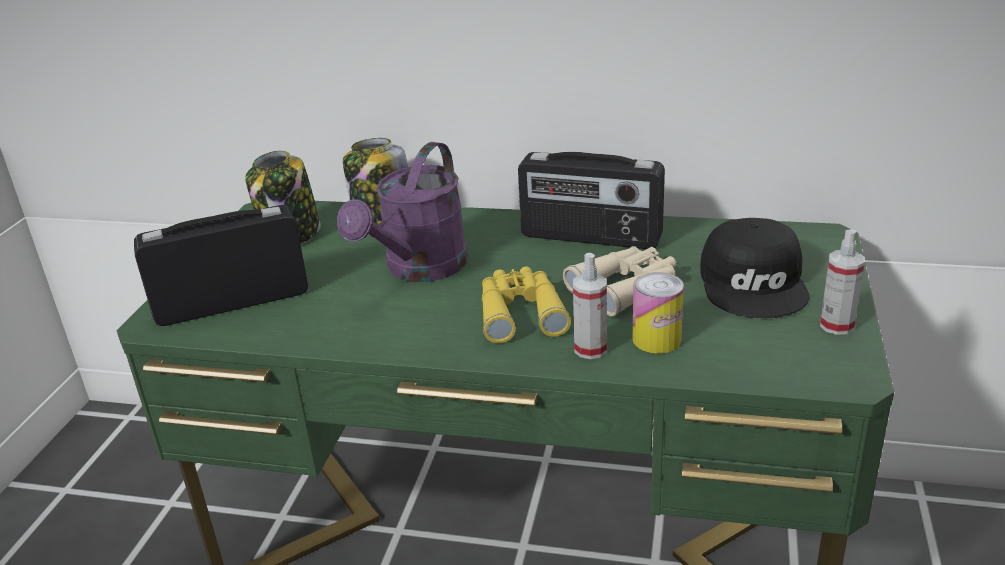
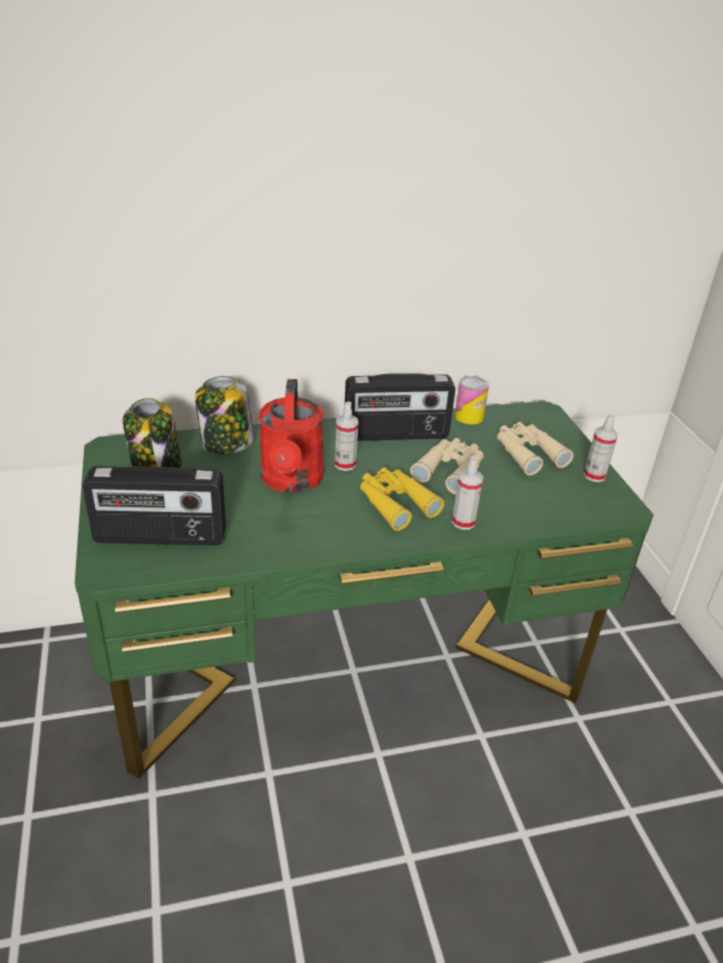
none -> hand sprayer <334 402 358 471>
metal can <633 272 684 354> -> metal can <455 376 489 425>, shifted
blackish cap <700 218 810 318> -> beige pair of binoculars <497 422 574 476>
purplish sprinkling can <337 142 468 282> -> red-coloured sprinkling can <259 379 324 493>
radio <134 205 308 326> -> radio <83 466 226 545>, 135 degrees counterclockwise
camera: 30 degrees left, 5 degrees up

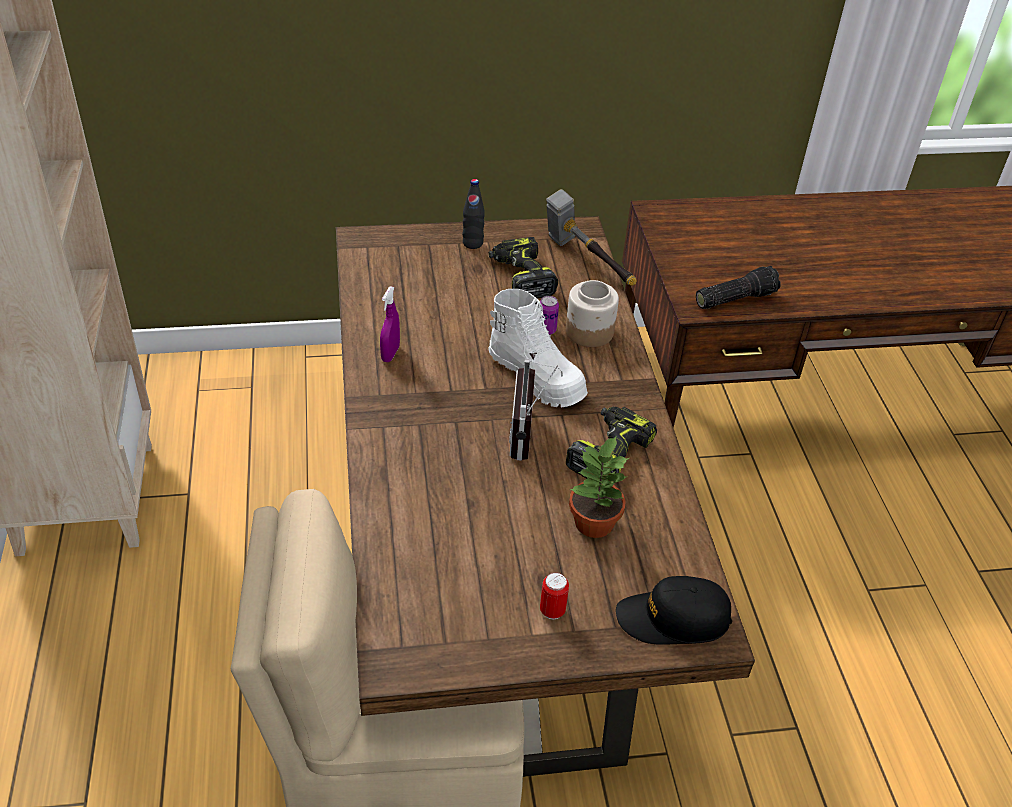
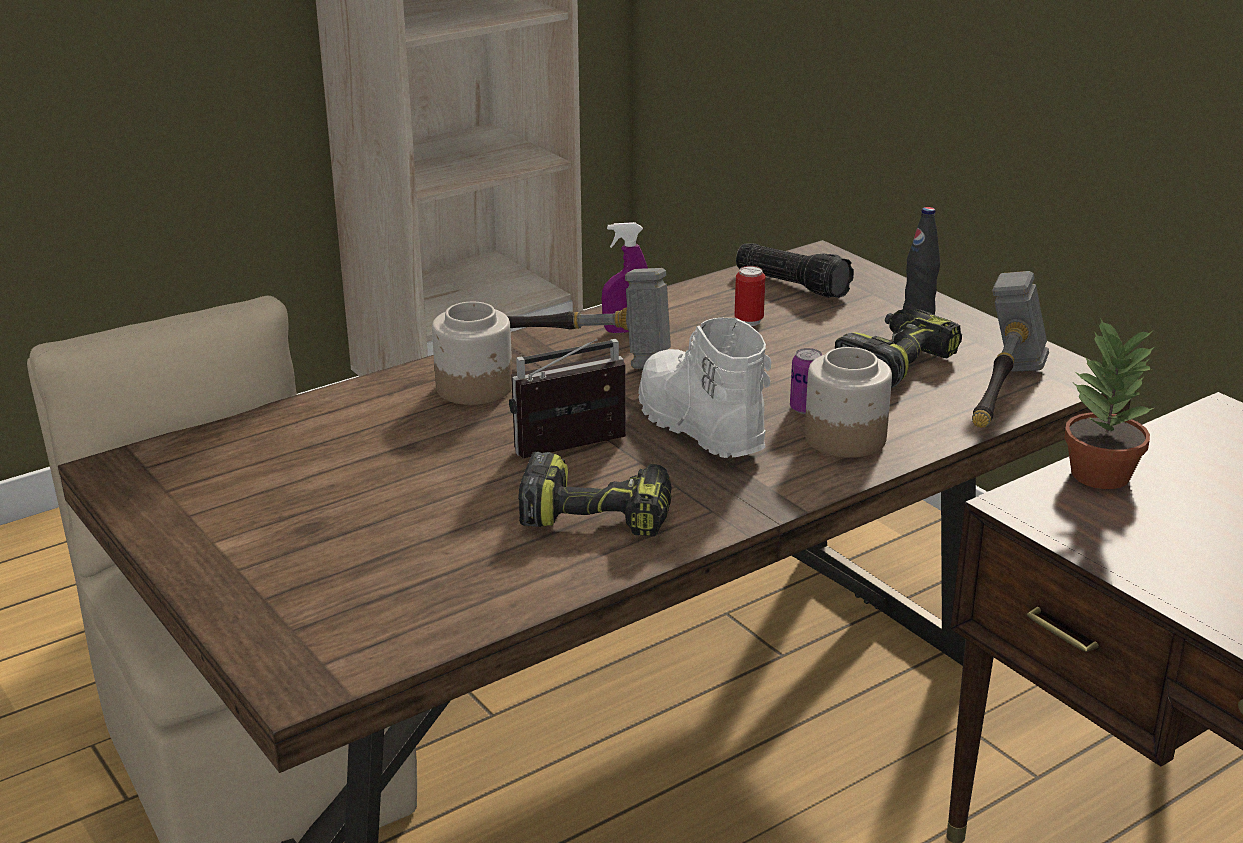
blackish cap <616 576 732 644> -> none
none -> storage jar <432 302 512 405>
none -> tool hammer <507 268 671 369>
metal can <540 572 569 619> -> metal can <735 266 766 326>, shifted
plant in a pot <569 436 629 538> -> plant in a pot <1064 318 1154 489>, shifted
flashlight <696 266 781 309> -> flashlight <736 243 854 298>, shifted
white-coloured boot <488 289 588 407> -> white-coloured boot <638 318 771 458>, 135 degrees clockwise
camera: 65 degrees right, 15 degrees down

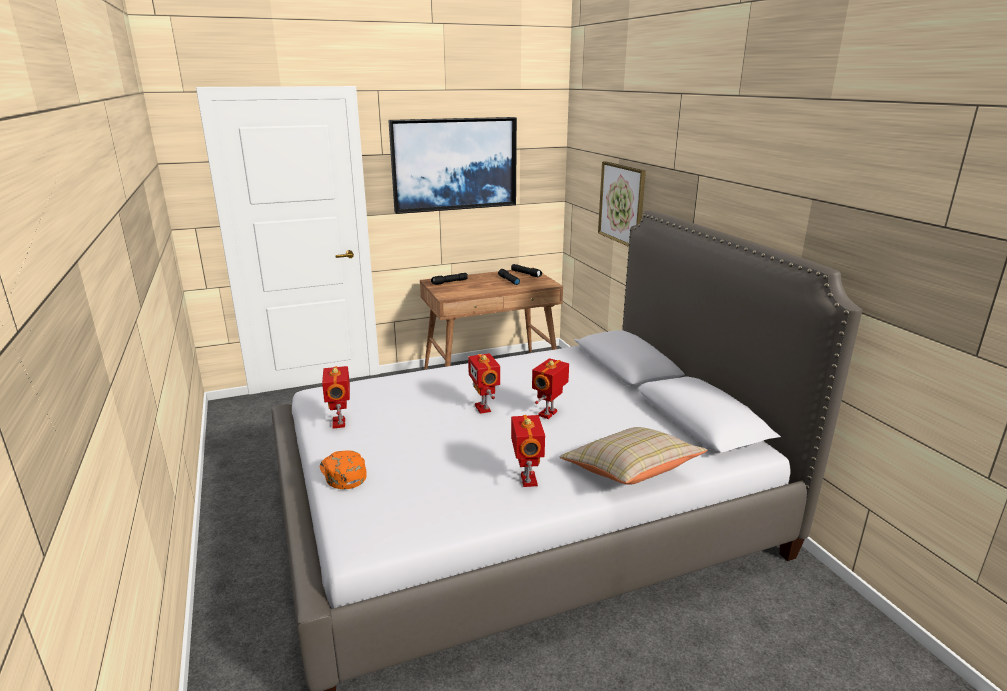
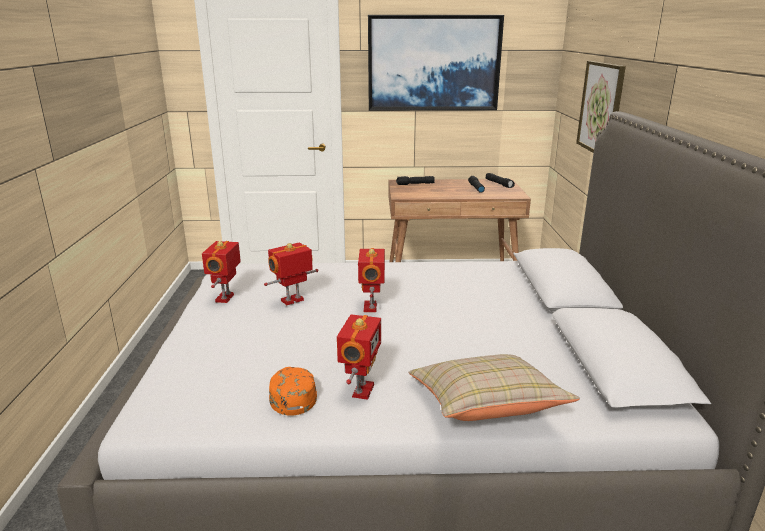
orangey cap <320 450 367 489> -> orangey cap <269 367 317 416>, shifted
model robot <532 358 569 419> -> model robot <264 242 318 305>, shifted
camera: 20 degrees right, 0 degrees up

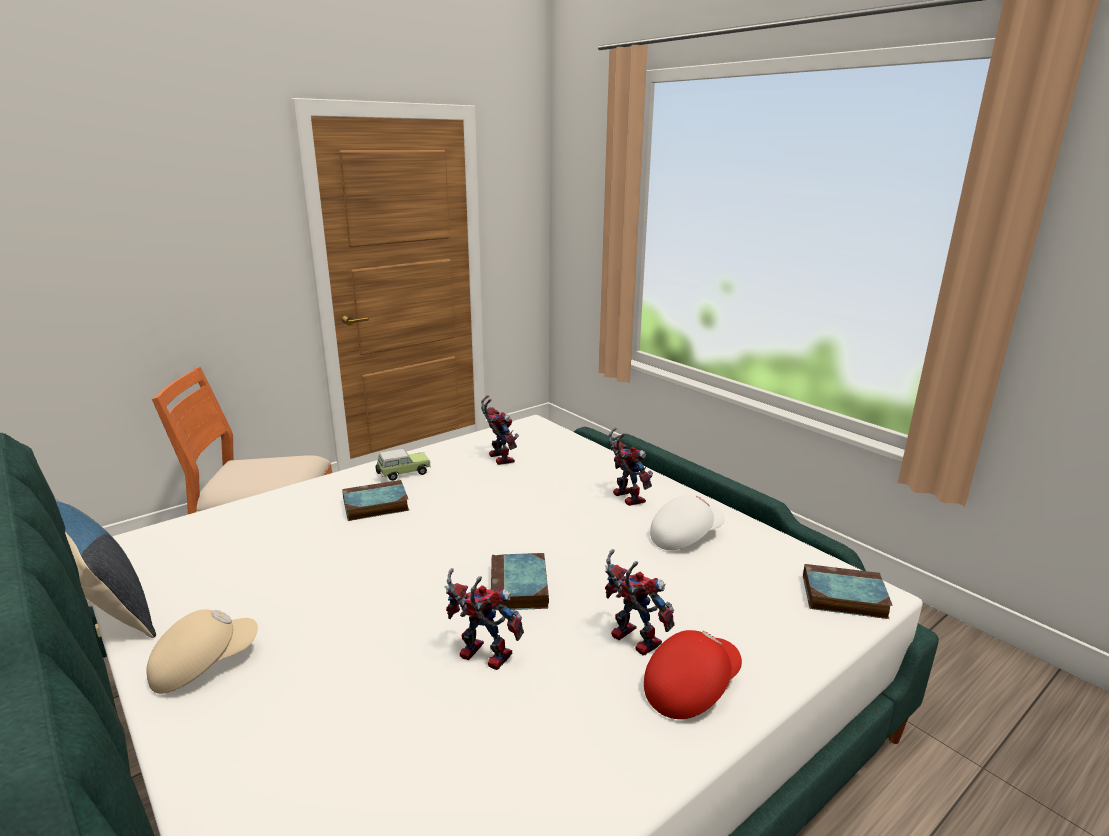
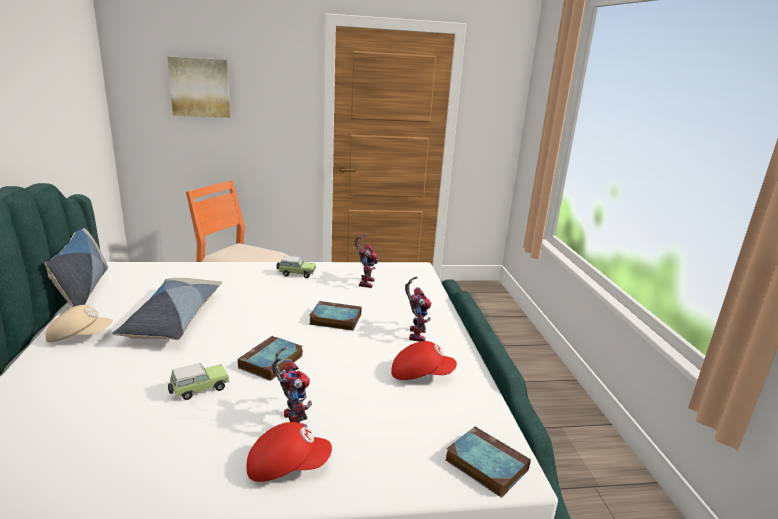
none -> cushion <112 278 222 340>
none -> wall picture <168 56 230 118>
book <342 480 409 521> -> book <309 301 362 331>, shifted
model robot <445 568 524 670> -> model car <168 363 229 400>
white-coloured cap <650 495 724 550> -> red-coloured cap <391 341 457 380>
camera: 30 degrees right, 0 degrees up

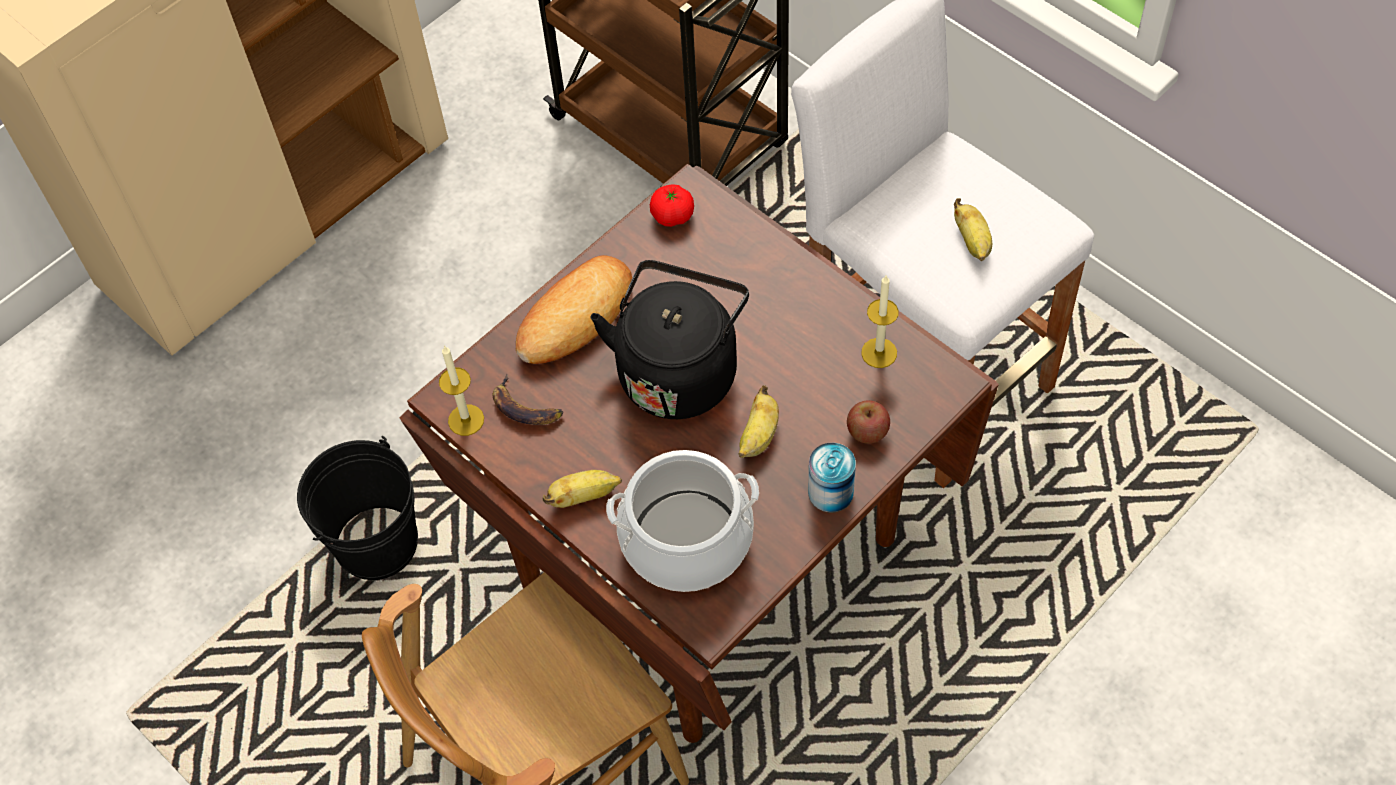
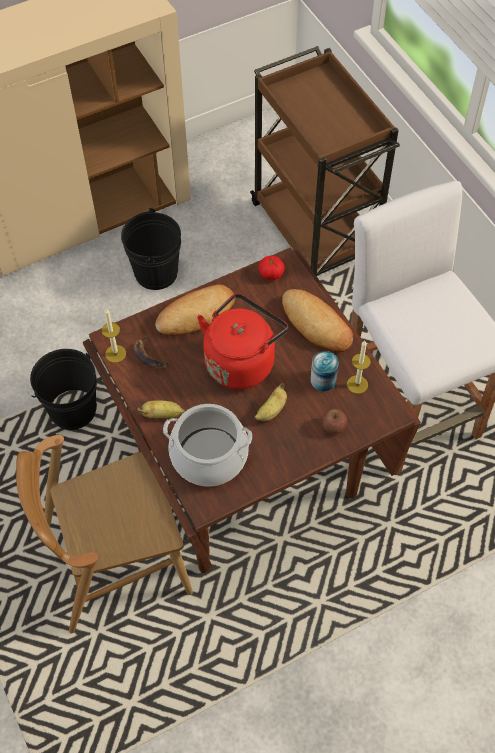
whole banana <954 198 992 261> -> none
none -> blackish water bucket <121 208 181 290>
none -> bakery bread <282 289 353 352>
metal can <808 443 856 513> -> metal can <310 351 338 391>, shifted
blackish tea kettle <591 260 749 419> -> red-coloured tea kettle <197 294 288 389>
camera: 15 degrees right, 0 degrees up

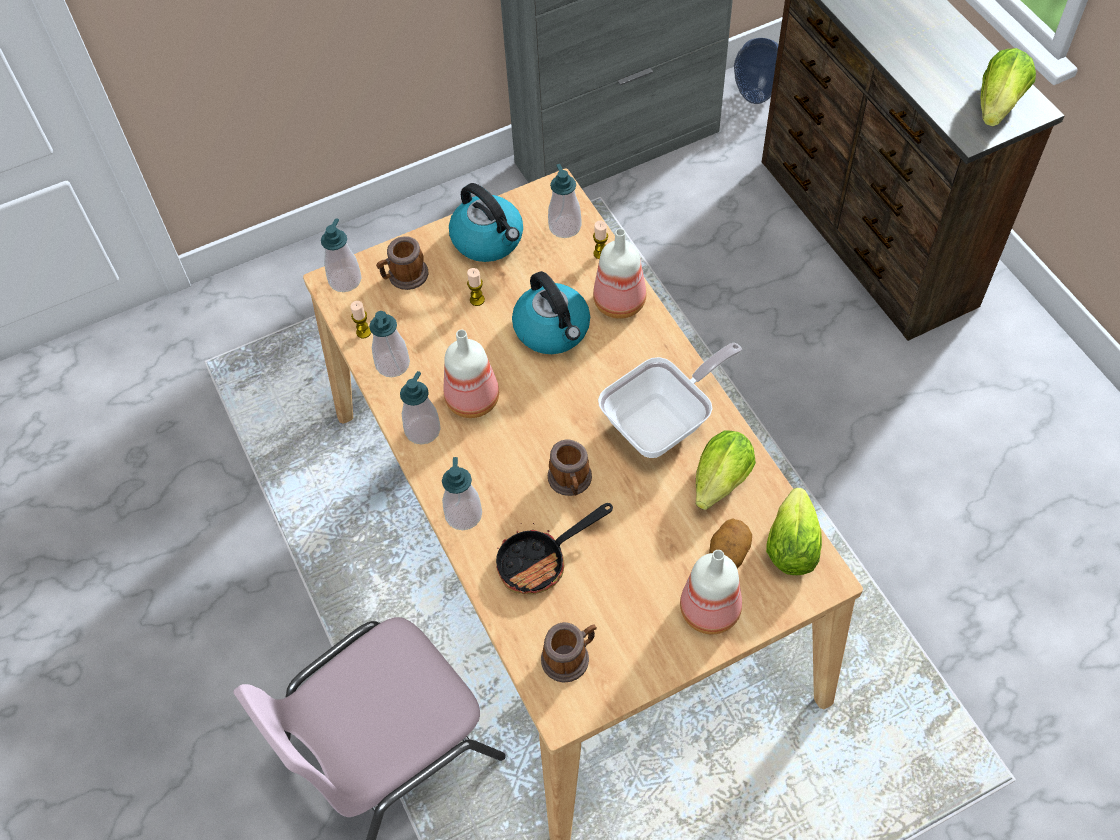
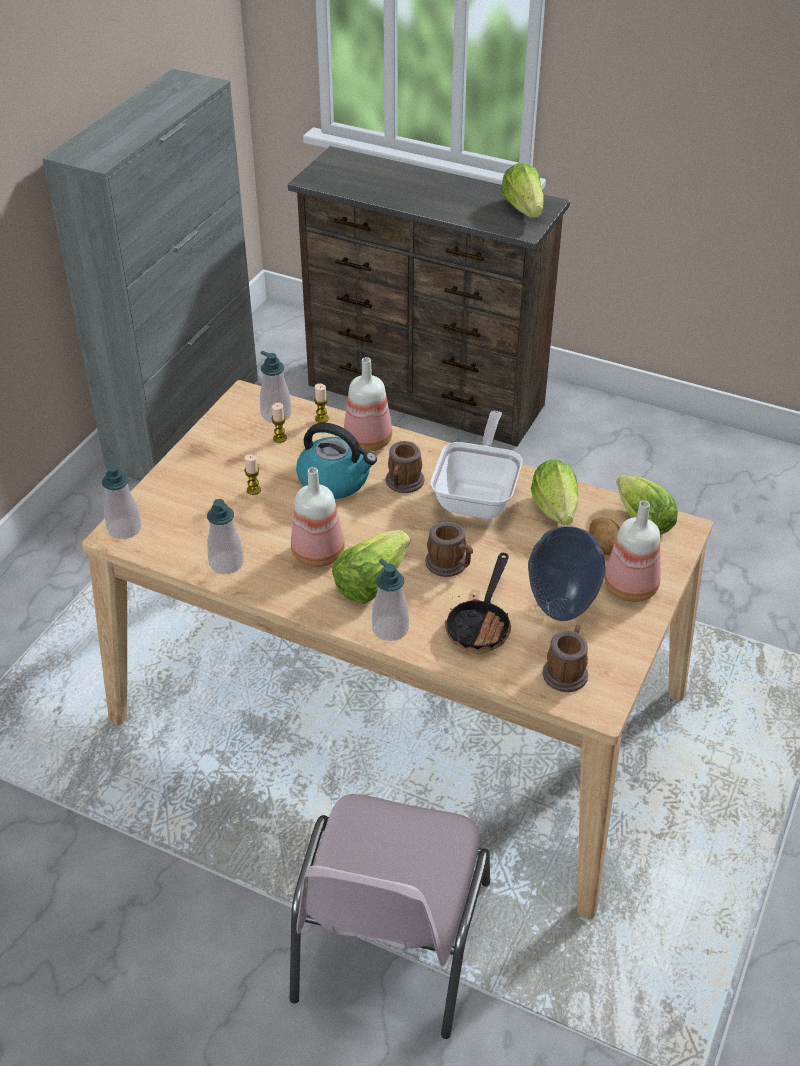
soap dispenser <400 371 441 444> -> none
tea kettle <449 183 523 262> -> none
none -> lettuce <332 530 410 604>
wax light <350 301 371 339> -> wax light <271 403 287 443>, shifted
mug <376 236 429 290> -> mug <386 441 424 493>, shifted
decorative vase <734 38 778 104> -> decorative vase <528 526 606 621>, shifted
camera: 40 degrees left, 15 degrees down

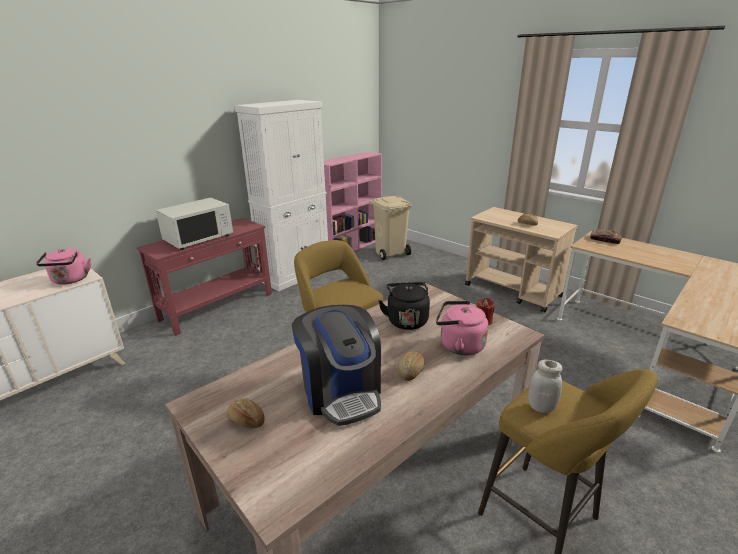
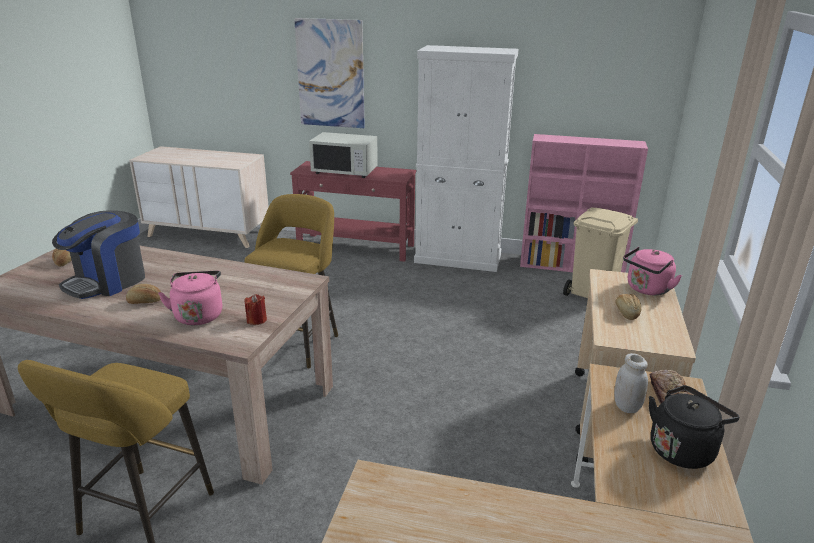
none -> wall picture <294 18 365 128>
pinkish tea kettle <36 248 91 285> -> pinkish tea kettle <623 247 682 295>, shifted
blackish tea kettle <379 282 430 330> -> blackish tea kettle <649 385 740 469>, shifted
white-coloured storage jar <528 360 562 413> -> white-coloured storage jar <614 353 648 413>, shifted
camera: 60 degrees right, 0 degrees up

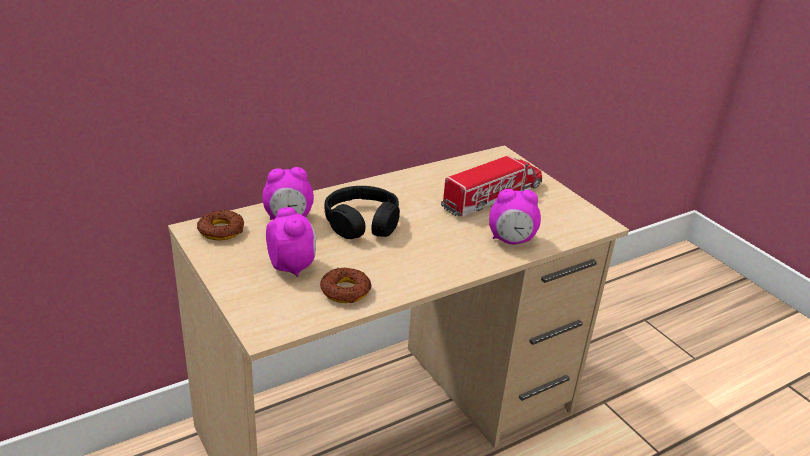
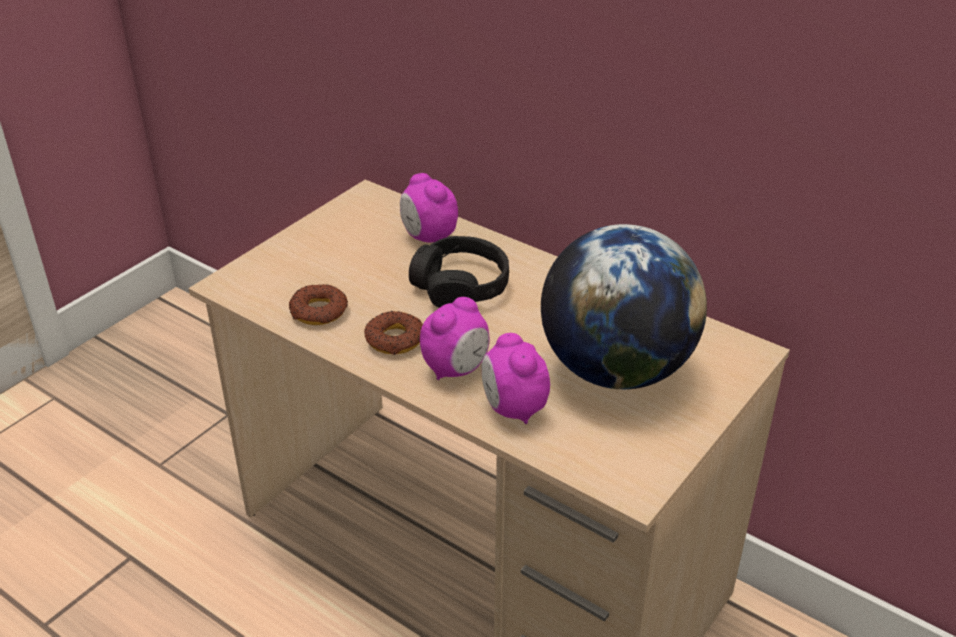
doughnut <197 210 244 241> -> doughnut <364 311 423 355>, shifted
alarm clock <266 207 316 277> -> alarm clock <420 297 489 380>, shifted
toy lorry <441 156 542 217> -> globe <541 224 707 389>
camera: 70 degrees right, 5 degrees up

